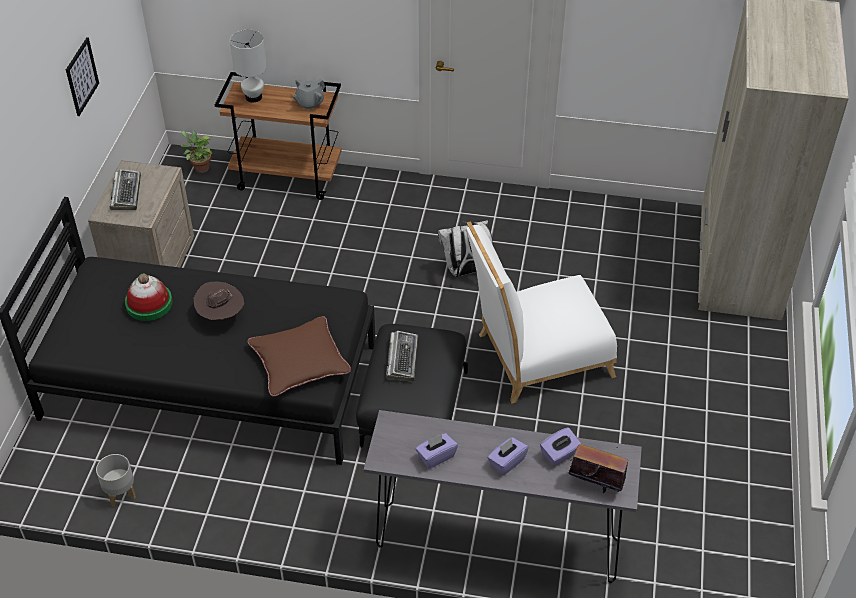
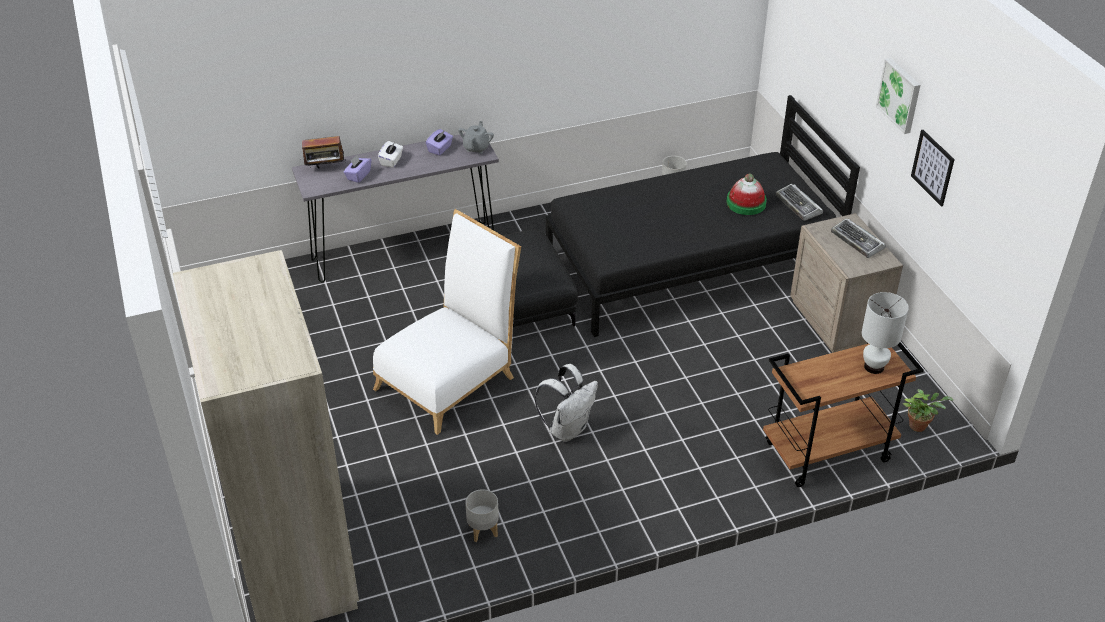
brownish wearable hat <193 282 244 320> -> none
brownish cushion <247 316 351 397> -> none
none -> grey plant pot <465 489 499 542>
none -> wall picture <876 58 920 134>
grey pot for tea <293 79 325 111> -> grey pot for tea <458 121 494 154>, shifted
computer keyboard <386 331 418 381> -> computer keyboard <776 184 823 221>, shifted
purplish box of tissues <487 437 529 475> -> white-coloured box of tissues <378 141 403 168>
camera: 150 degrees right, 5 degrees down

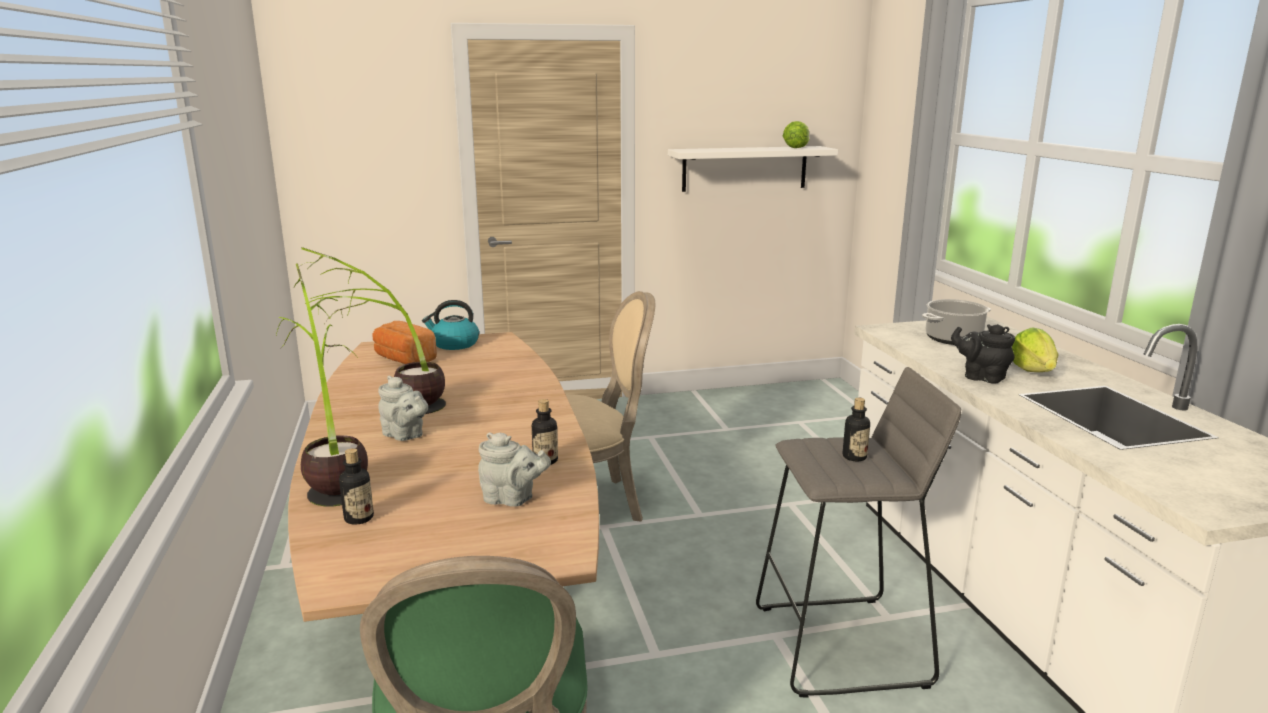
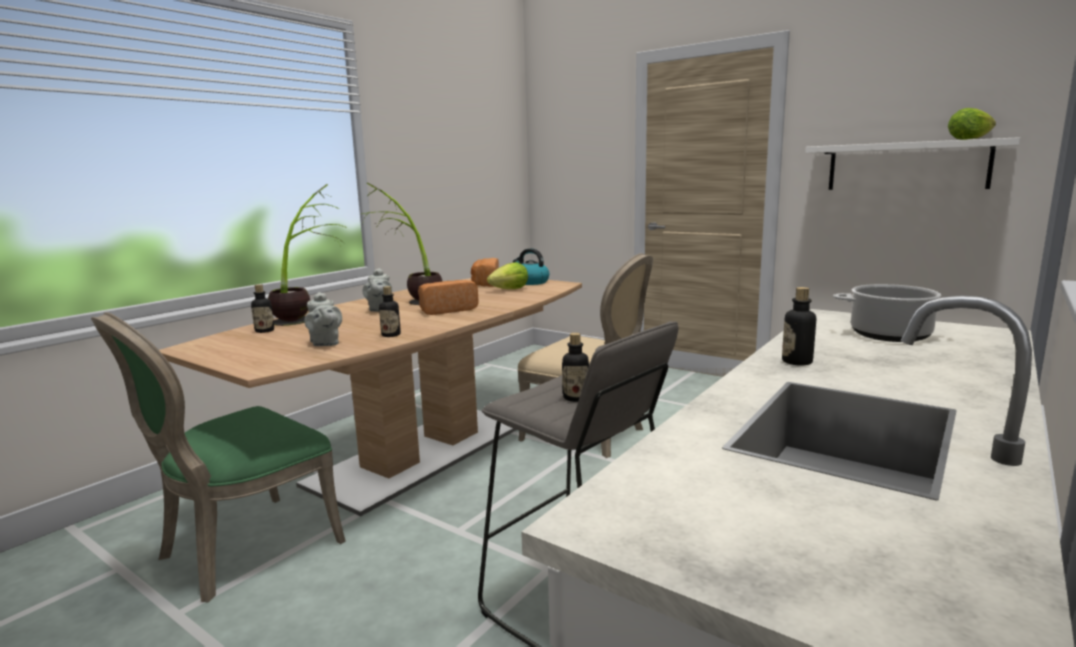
none -> bakery bread <418 280 479 315>
lettuce <1012 327 1059 372> -> lettuce <487 262 528 289>, shifted
blackish pot for tea <951 324 1015 384> -> beverage bottle <782 287 816 366>
camera: 50 degrees right, 5 degrees down

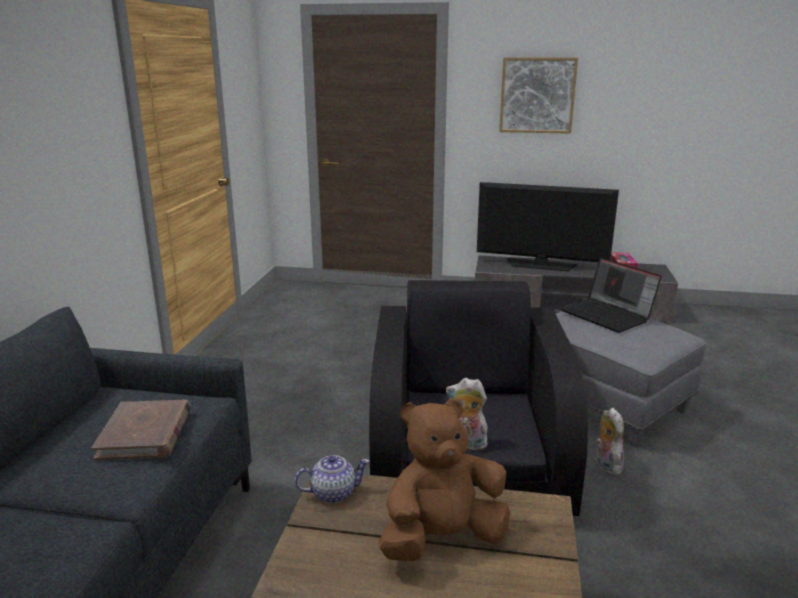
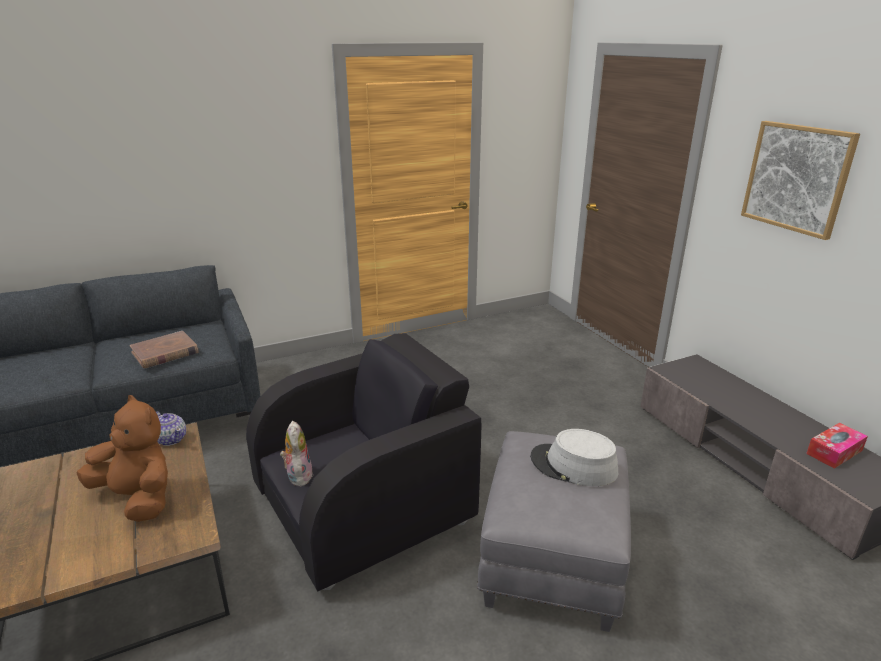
TV <477 182 619 271> -> none
cuddly toy <596 408 625 475> -> none
portable computer <560 258 662 333> -> grey wearable hat <530 429 618 486>
camera: 55 degrees right, 5 degrees up

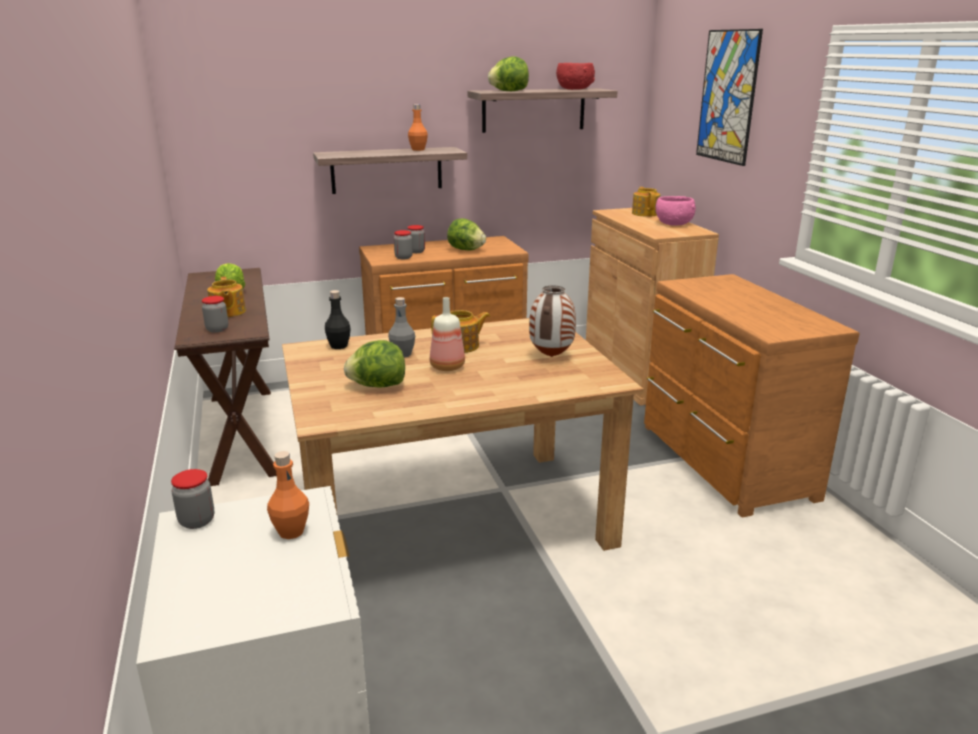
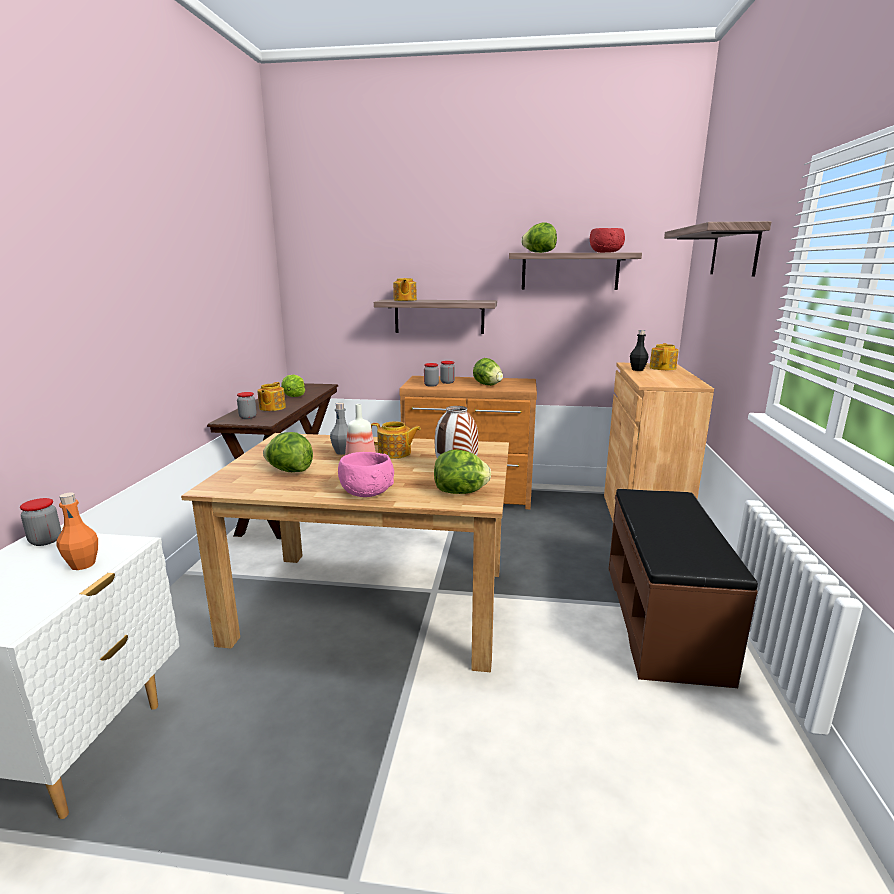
orangey beverage bottle <408 104 428 151> -> none
none -> pot for tea <393 278 417 301>
none -> lettuce <434 449 491 494>
blackish beverage bottle <325 290 351 349> -> blackish beverage bottle <630 330 648 371>, shifted
pinkish serving bowl <656 196 696 226> -> pinkish serving bowl <338 452 394 497>, shifted
brownish dresser <644 274 860 517> -> brownish long seat <609 489 758 688>
wall picture <696 29 763 166> -> bracket shelf <664 221 771 277>
camera: 25 degrees right, 5 degrees down

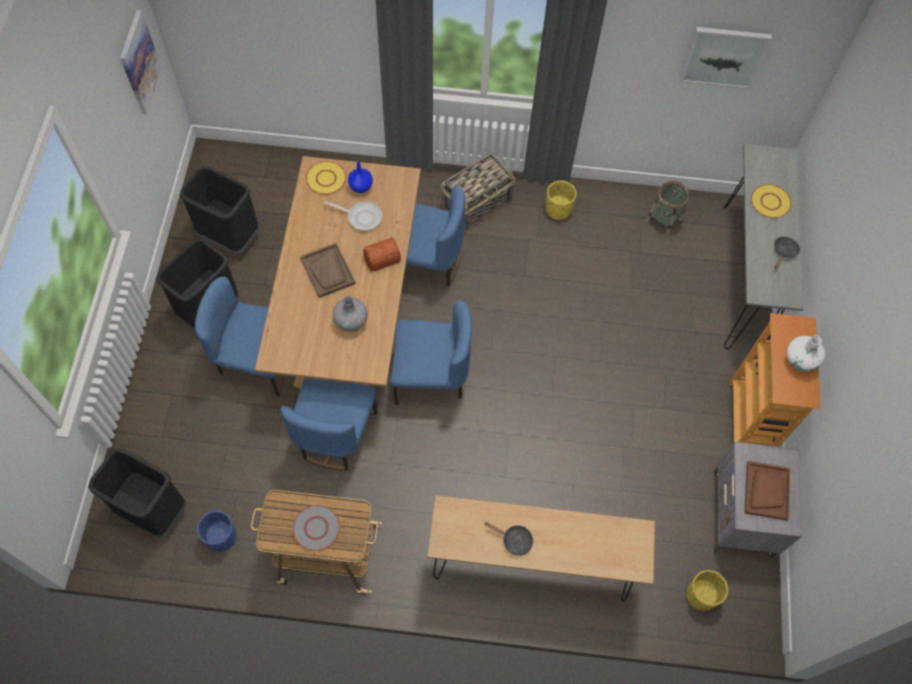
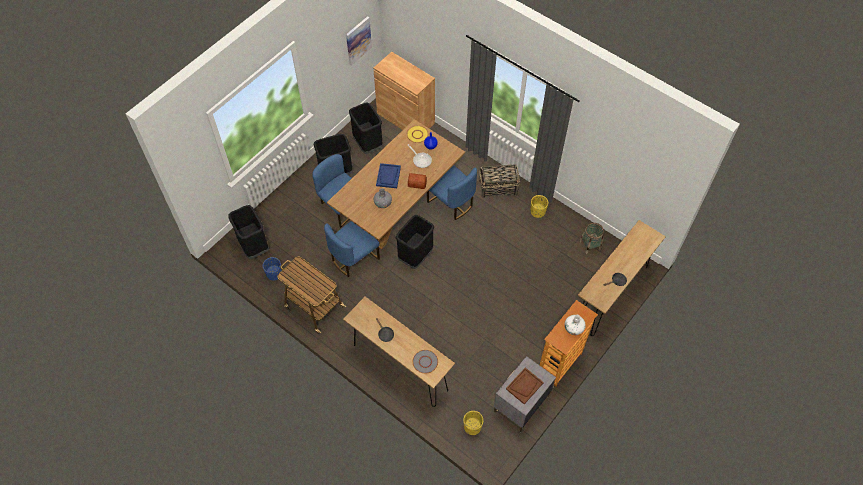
wall picture <680 27 772 89> -> none
yellow-coloured dinner plate <751 184 792 218> -> none
none -> brownish storage cabinet <373 52 435 130>
grey dinner plate <292 505 340 551> -> grey dinner plate <413 350 438 374>, shifted
bluish plain chair <390 300 472 405> -> blackish trash can <396 215 434 269>
brownish carrying tray <300 243 356 298> -> bluish carrying tray <376 163 401 188>
grey narrow table <723 144 804 350> -> brownish narrow table <578 220 666 336>
camera: 35 degrees right, 5 degrees down

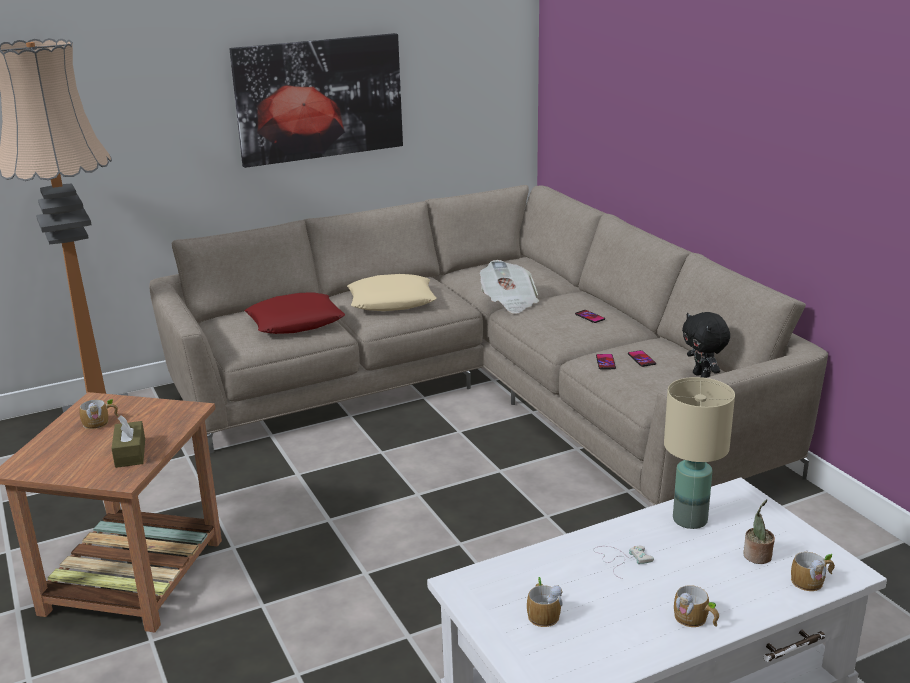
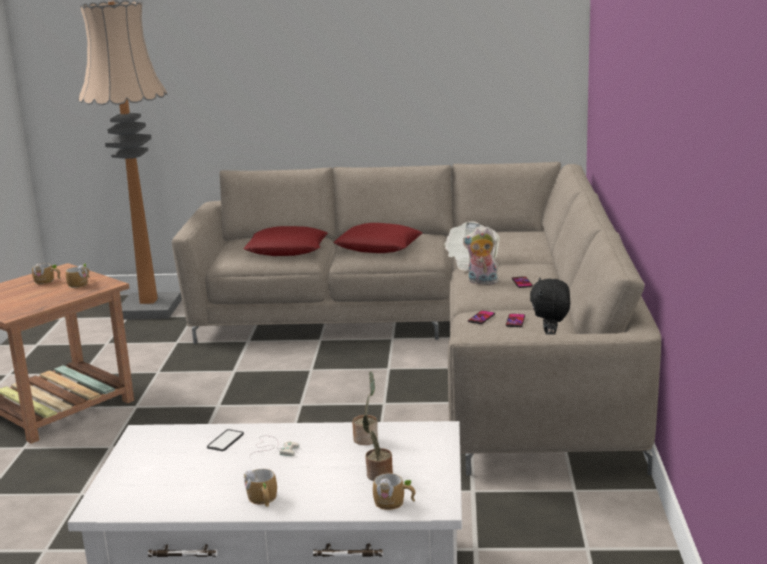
brownish box of tissues <111 415 145 468> -> none
wall picture <229 33 403 168> -> none
none -> phone <207 429 244 451>
none -> cuddly toy <463 226 500 285>
mug <527 577 563 627> -> mug <66 264 89 288>, shifted
beige lamp for a table <664 377 735 529> -> plant in a pot <352 371 378 445>
beige cushion <347 274 437 311> -> red-coloured cushion <333 223 422 253>
camera: 30 degrees right, 5 degrees down

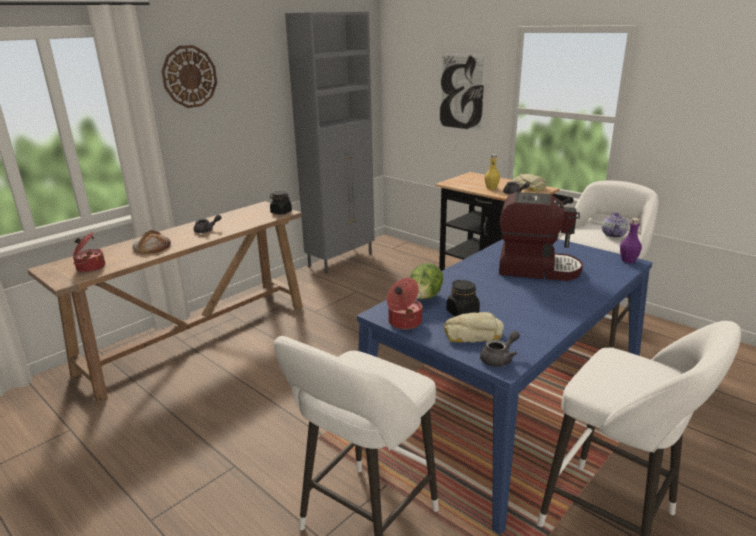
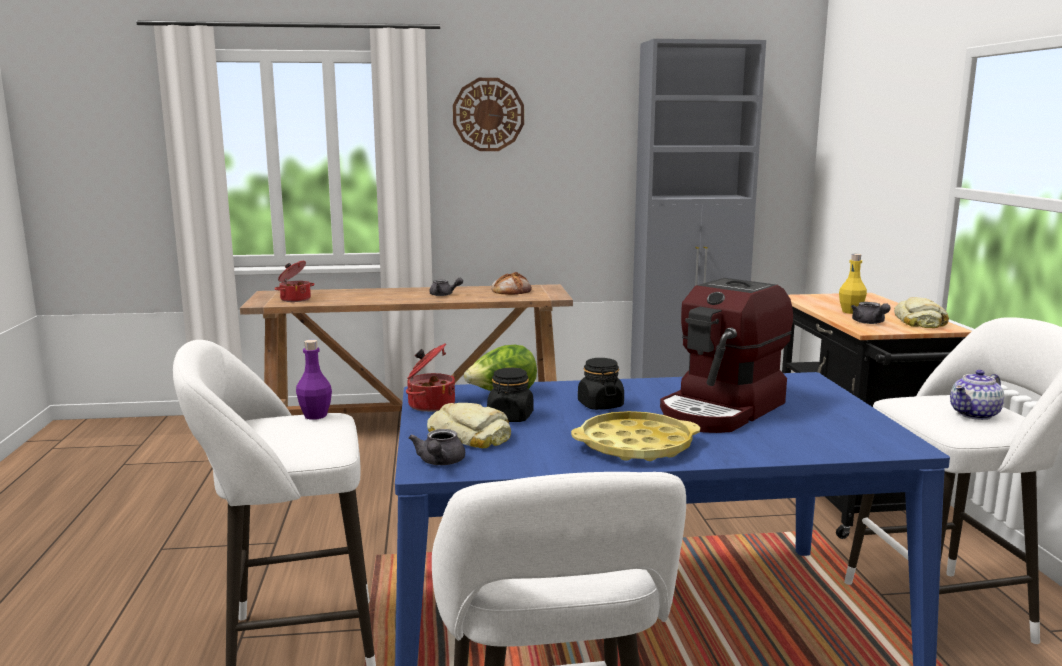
wall picture <438 53 487 133> -> none
none -> yellow-coloured carrying tray <571 411 700 461>
bakery bread <133 230 171 254> -> bakery bread <491 272 532 295>, shifted
blackish storage jar <270 191 292 215> -> blackish storage jar <578 358 624 410>, shifted
purplish beverage bottle <620 218 642 263> -> purplish beverage bottle <296 340 332 420>, shifted
grey pot for tea <480 331 520 367> -> grey pot for tea <409 429 465 465>, 90 degrees clockwise
coffee machine <499 192 583 281> -> coffee machine <660 278 793 433>, 75 degrees clockwise
camera: 40 degrees right, 10 degrees down

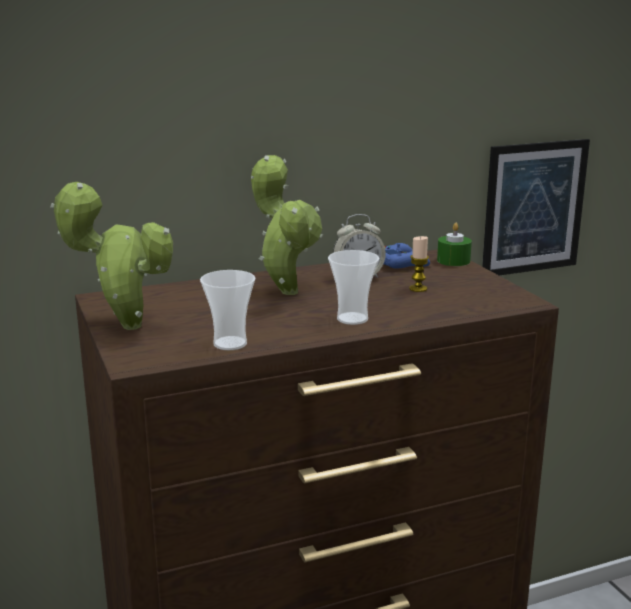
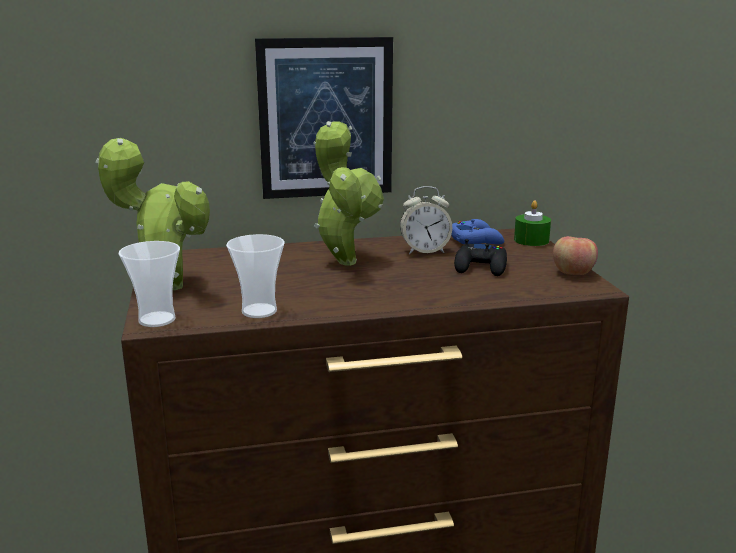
none -> apple <553 236 598 275>
drinking cup <328 250 379 325> -> drinking cup <118 241 180 327>, shifted
wall picture <482 139 590 276> -> wall picture <255 37 393 199>, shifted
wax light <409 236 429 292> -> blackish joypad <454 239 507 276>
camera: 10 degrees right, 0 degrees up

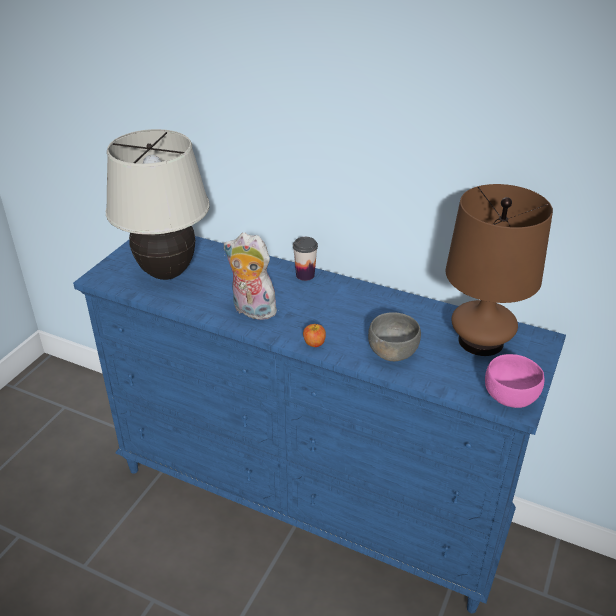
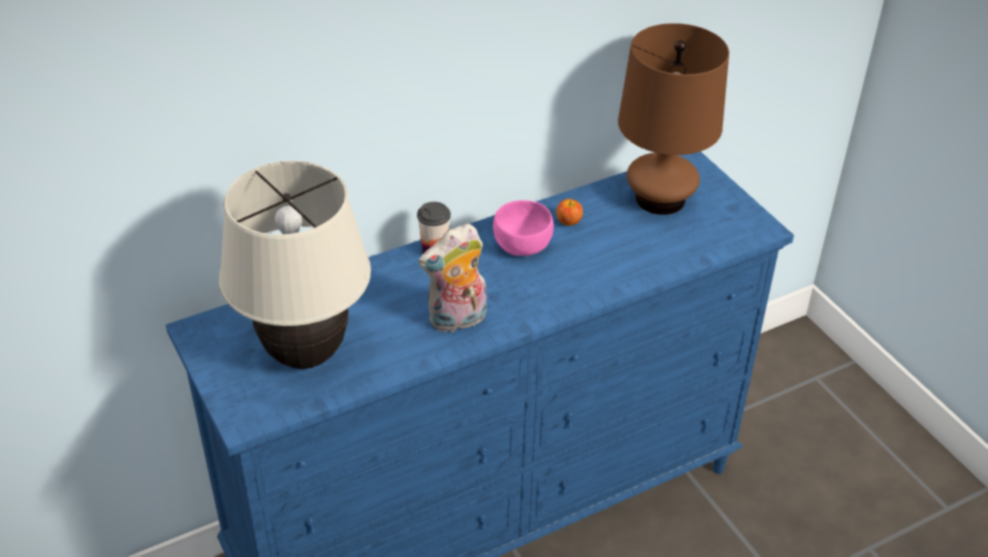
grey serving bowl <368 312 421 361> -> none
apple <303 324 326 347> -> apple <556 198 583 226>, shifted
pinkish serving bowl <485 354 544 408> -> pinkish serving bowl <493 200 554 256>, shifted
camera: 55 degrees left, 5 degrees up

